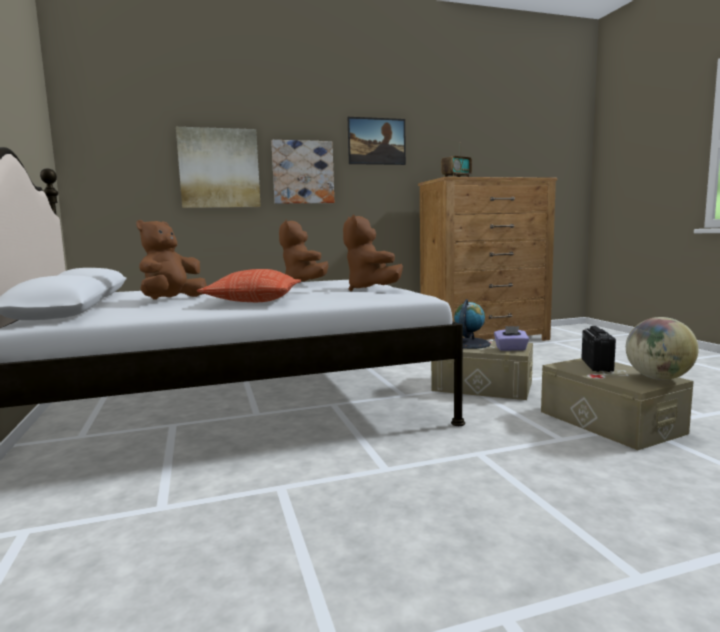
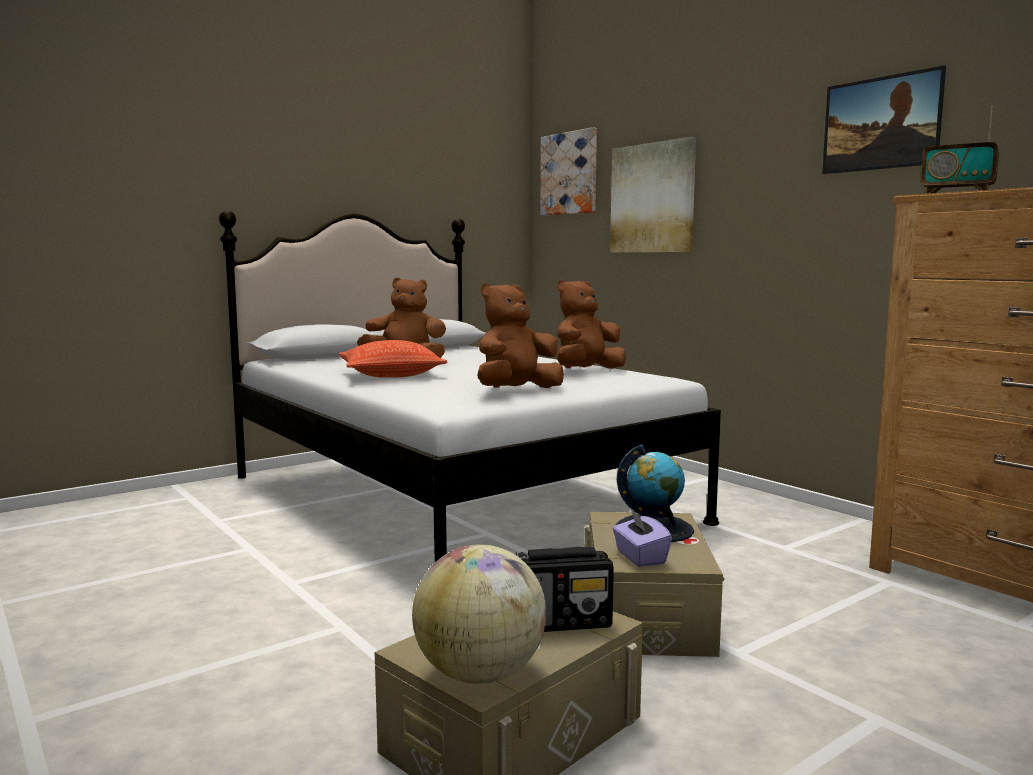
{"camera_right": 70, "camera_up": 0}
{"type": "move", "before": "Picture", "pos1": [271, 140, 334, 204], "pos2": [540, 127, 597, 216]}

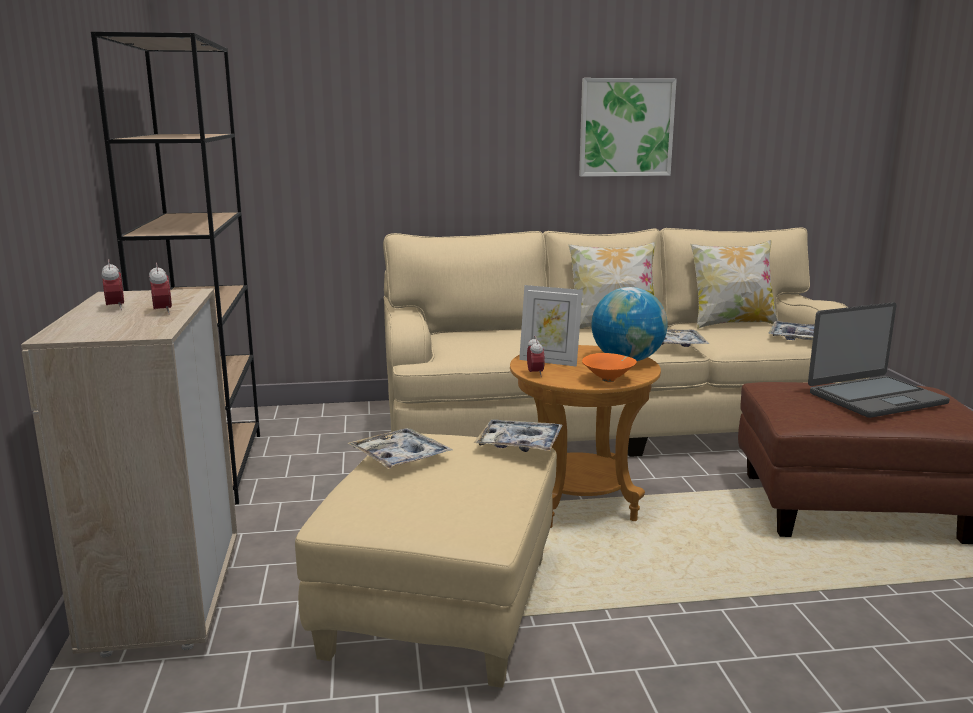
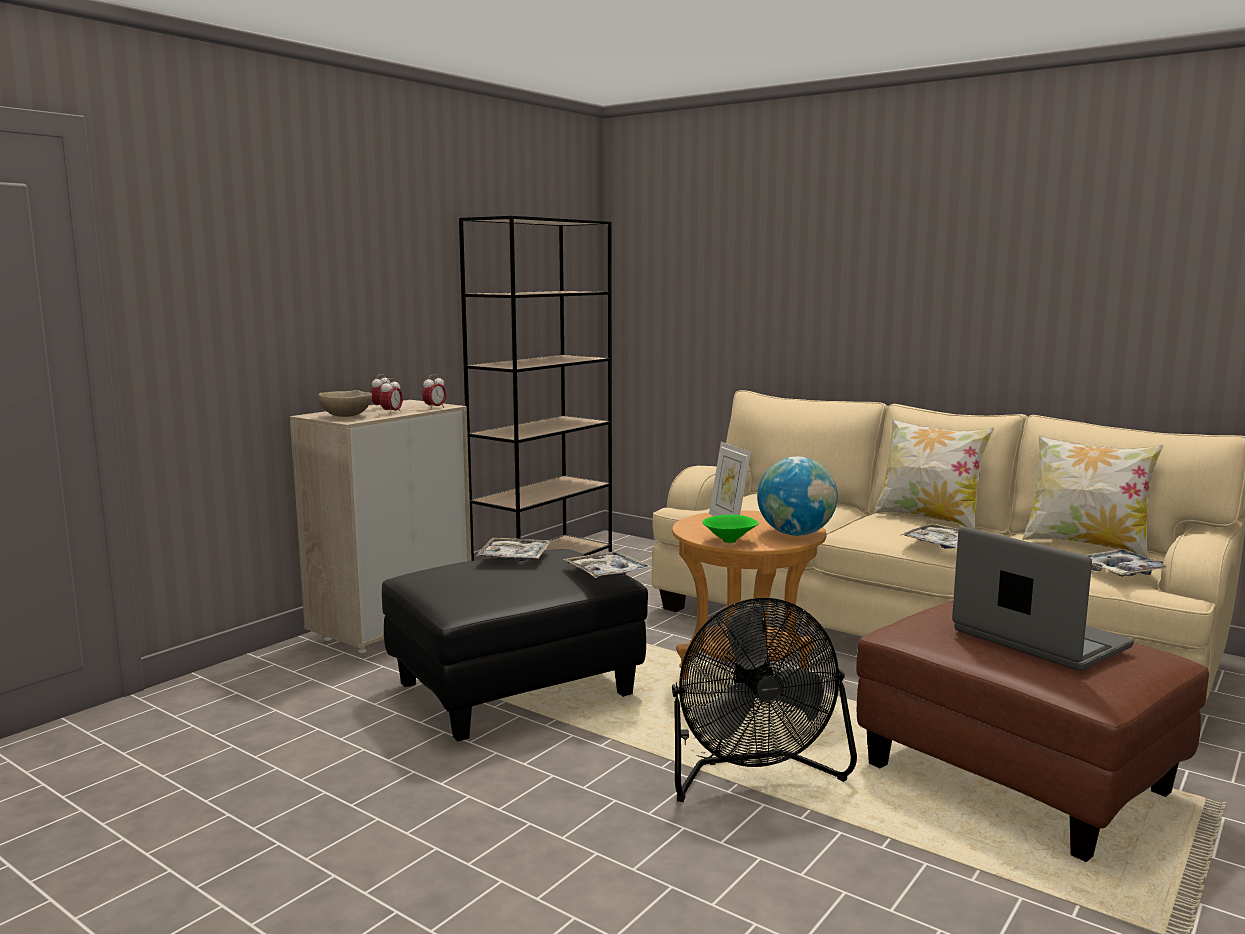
{"camera_right": 45, "camera_up": -5}
{"type": "delete", "before": "Picture", "pos1": [579, 78, 677, 177]}
{"type": "rotate", "before": "Laptop", "pos1": [808, 302, 950, 418], "pos2": [952, 527, 1134, 671], "turn": -150}
{"type": "move", "before": "AlarmClock", "pos1": [527, 336, 545, 377], "pos2": [422, 374, 446, 410]}
{"type": "recolor", "before": "OrangeBowl", "after": "GreenBowl", "pos1": [582, 353, 636, 382], "pos2": [703, 515, 759, 543]}
{"type": "recolor", "before": "BeigeOttoman", "after": "BlackOttoman", "pos1": [295, 433, 557, 688], "pos2": [382, 549, 648, 742]}
{"type": "insert", "after": "BeigeBowl", "pos2": [318, 390, 372, 417]}
{"type": "insert", "after": "BlackFan", "pos2": [672, 598, 857, 802]}

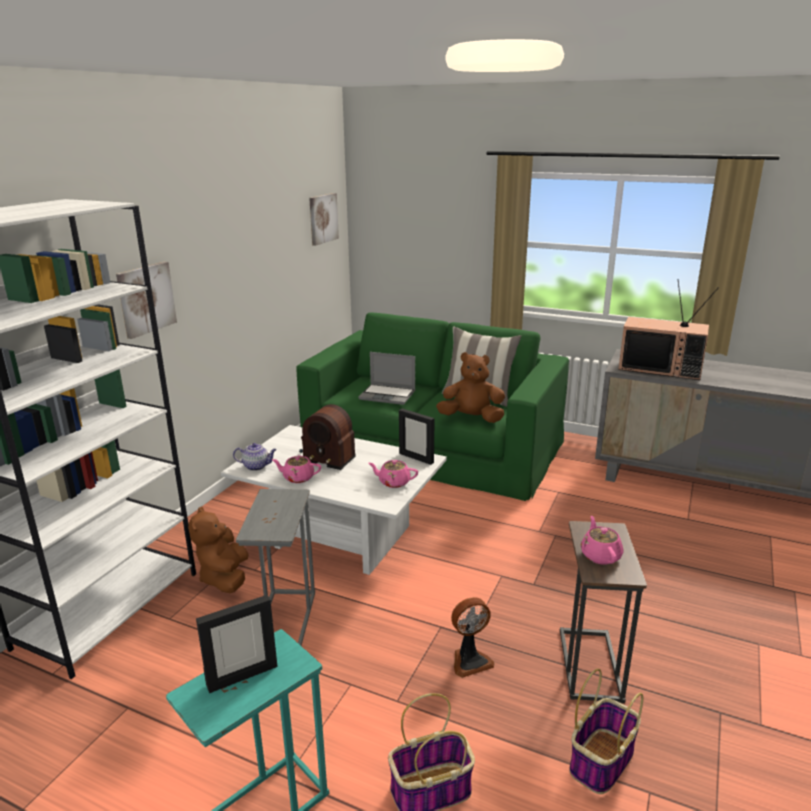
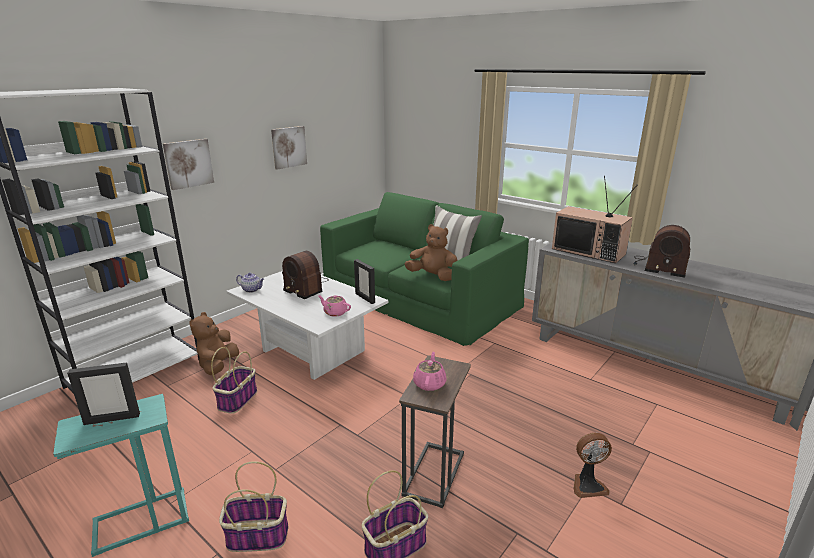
{"camera_right": 15, "camera_up": 0}
{"type": "move", "before": "Picture", "pos1": [309, 193, 339, 246], "pos2": [271, 126, 307, 170]}
{"type": "delete", "before": "Laptop", "pos1": [358, 352, 415, 405]}
{"type": "delete", "before": "PinkTeapot", "pos1": [272, 455, 321, 483]}
{"type": "replace", "before": "GreySideTable", "after": "Basket", "pos1": [236, 489, 315, 646], "pos2": [211, 347, 257, 414]}
{"type": "move", "before": "Fan", "pos1": [451, 597, 494, 678], "pos2": [574, 433, 612, 498]}
{"type": "insert", "after": "Radio", "pos2": [634, 225, 690, 278]}

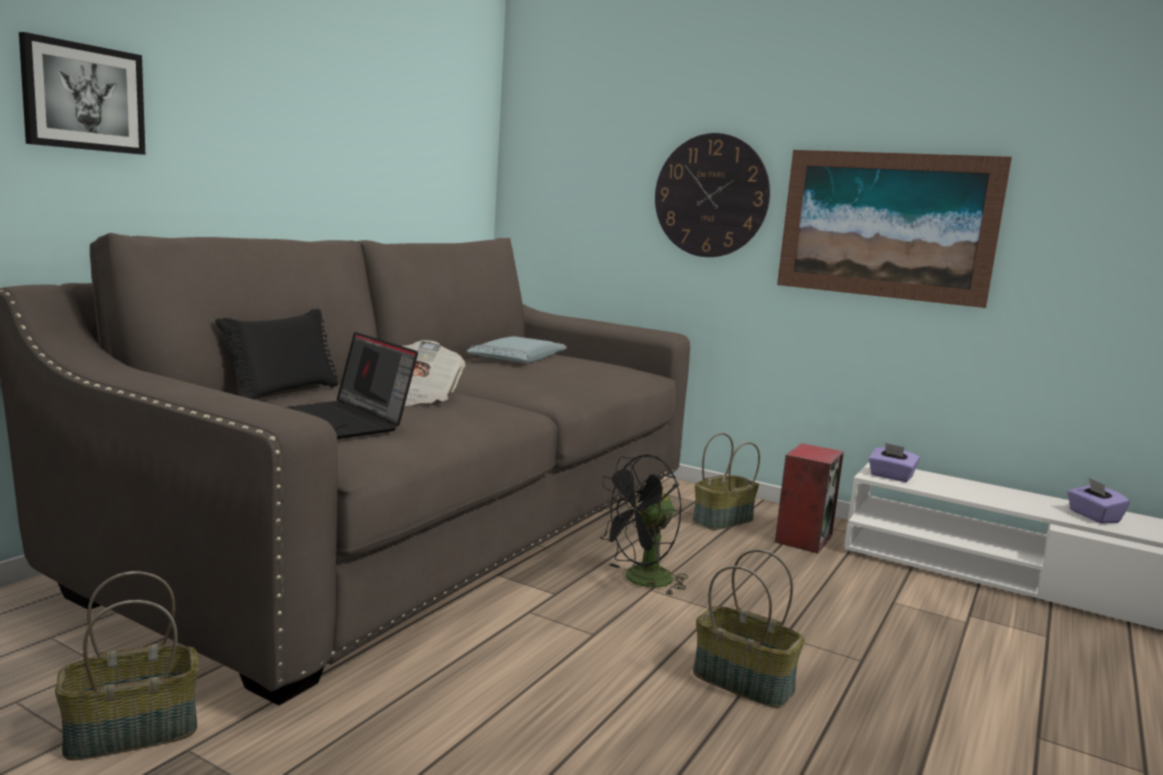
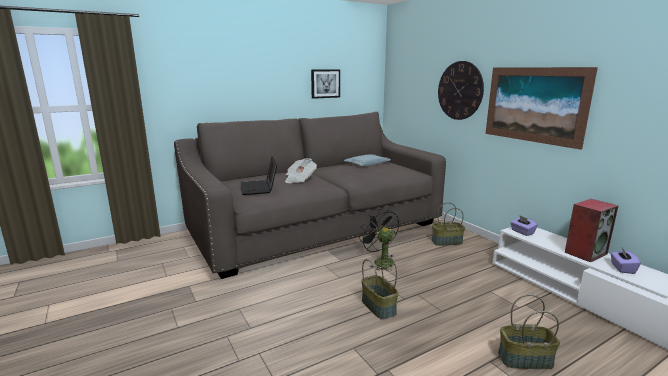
{"camera_right": 30, "camera_up": 5}
{"type": "move", "before": "Picture", "pos1": [19, 32, 145, 155], "pos2": [311, 70, 340, 99]}
{"type": "delete", "before": "BlackPillow", "pos1": [215, 309, 339, 400]}
{"type": "move", "before": "Speaker", "pos1": [775, 443, 844, 553], "pos2": [565, 199, 618, 263]}
{"type": "rotate", "before": "BlackFan", "pos1": [596, 455, 688, 595], "pos2": [359, 209, 399, 271], "turn": 60}
{"type": "move", "before": "Basket", "pos1": [55, 571, 199, 761], "pos2": [498, 294, 560, 369]}

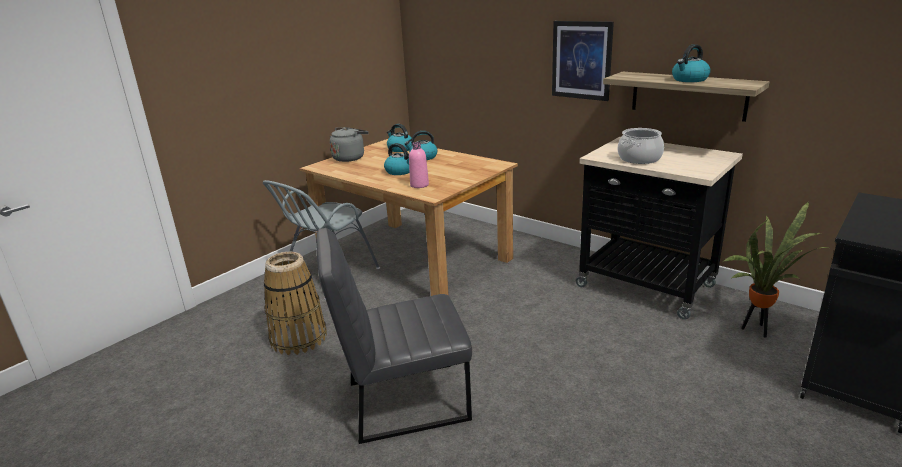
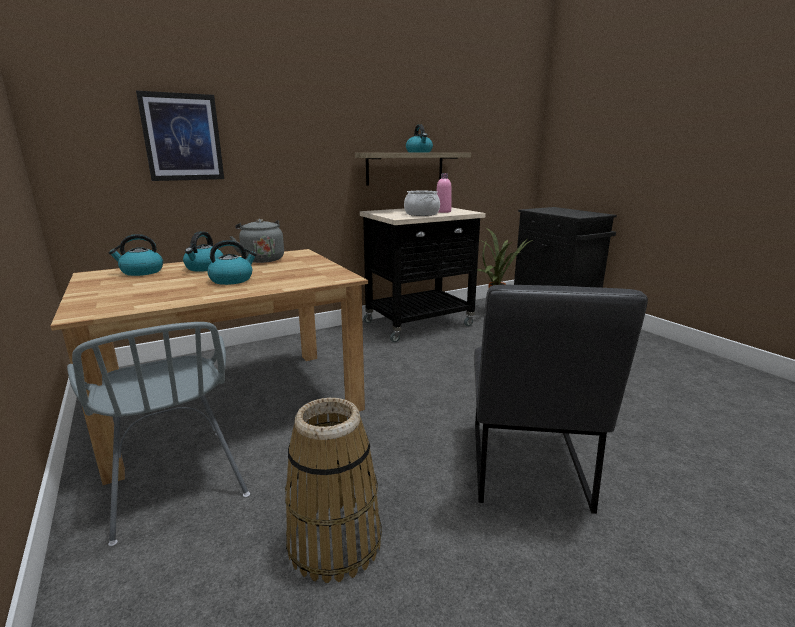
{"camera_right": -70, "camera_up": -5}
{"type": "move", "before": "Picture", "pos1": [552, 21, 614, 101], "pos2": [136, 91, 224, 181]}
{"type": "move", "before": "GreyKettle", "pos1": [330, 127, 369, 162], "pos2": [229, 219, 284, 263]}
{"type": "move", "before": "PinkBottle", "pos1": [409, 142, 429, 188], "pos2": [437, 173, 451, 213]}

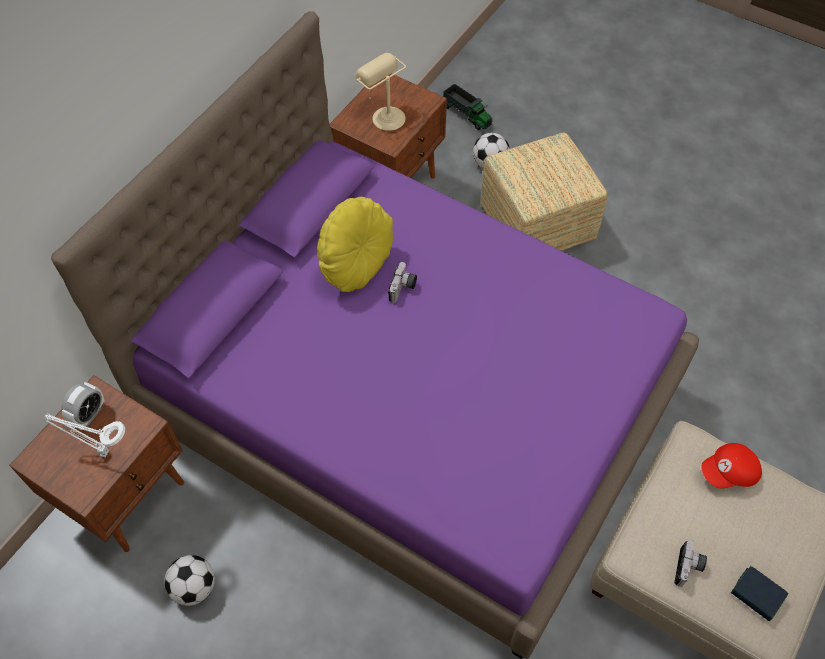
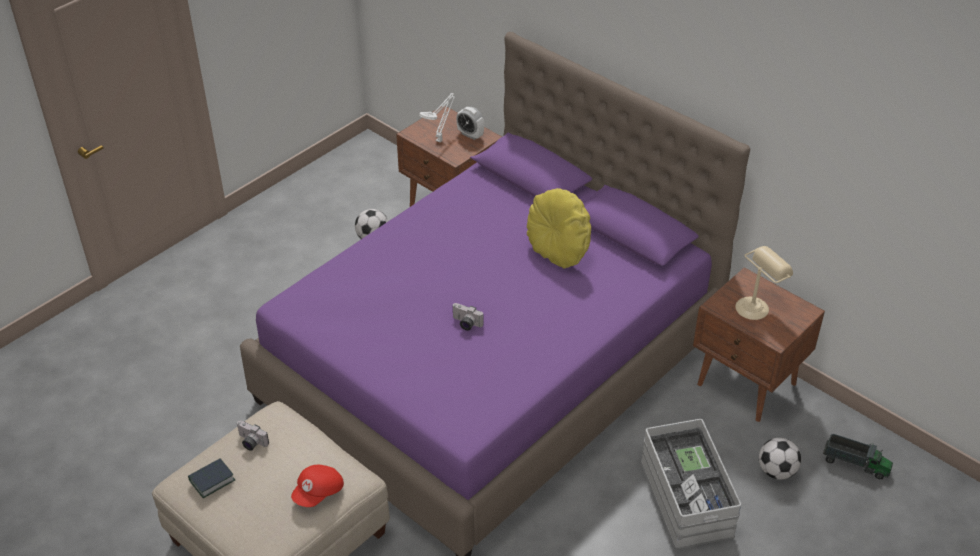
{"camera_right": 100, "camera_up": -15}
{"type": "rotate", "before": "ToyTruck", "pos1": [443, 84, 493, 130], "pos2": [823, 434, 893, 479], "turn": -120}
{"type": "replace", "before": "Ottoman", "after": "GreyStorageBox", "pos1": [480, 133, 607, 251], "pos2": [641, 419, 741, 549]}
{"type": "move", "before": "PhotoCamera", "pos1": [388, 262, 417, 303], "pos2": [453, 303, 484, 331]}
{"type": "rotate", "before": "RedCap", "pos1": [701, 443, 762, 488], "pos2": [291, 465, 344, 507], "turn": -135}

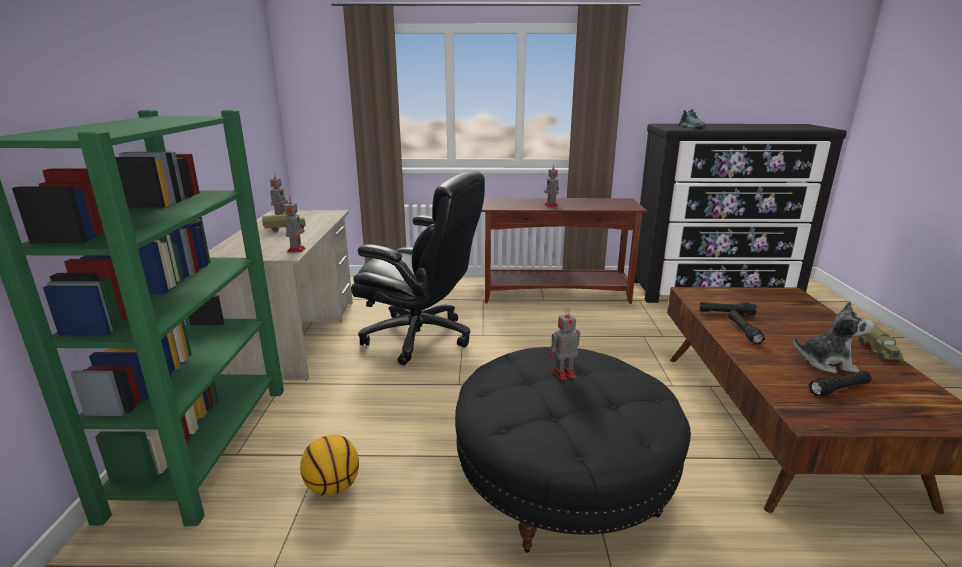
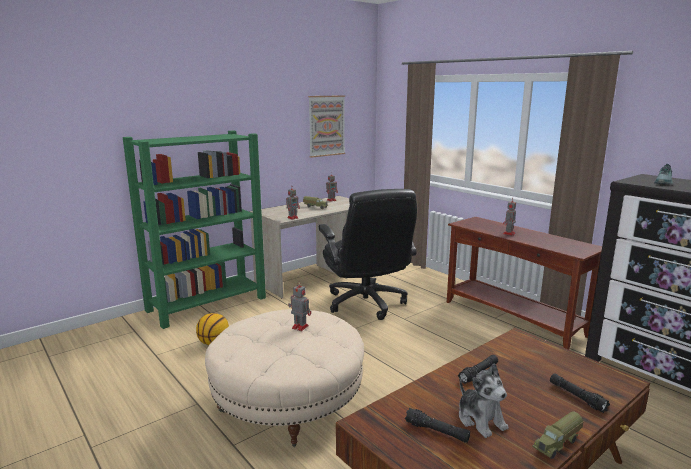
{"camera_right": 50, "camera_up": -5}
{"type": "move", "before": "BlackFlashlight", "pos1": [700, 302, 757, 316], "pos2": [550, 373, 610, 413]}
{"type": "recolor", "before": "BlackOttoman", "after": "BeigeOttoman", "pos1": [455, 347, 691, 553], "pos2": [205, 309, 364, 447]}
{"type": "insert", "after": "Picture", "pos2": [308, 95, 345, 158]}

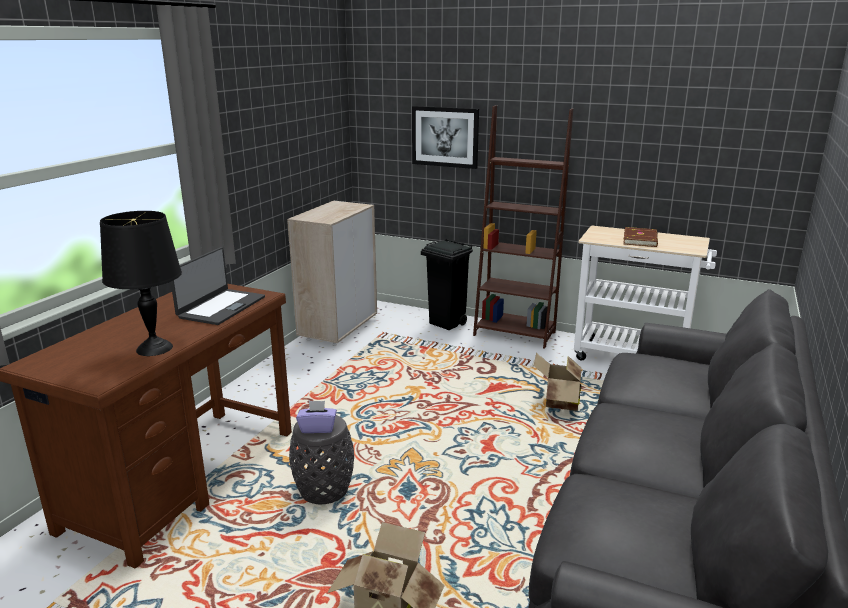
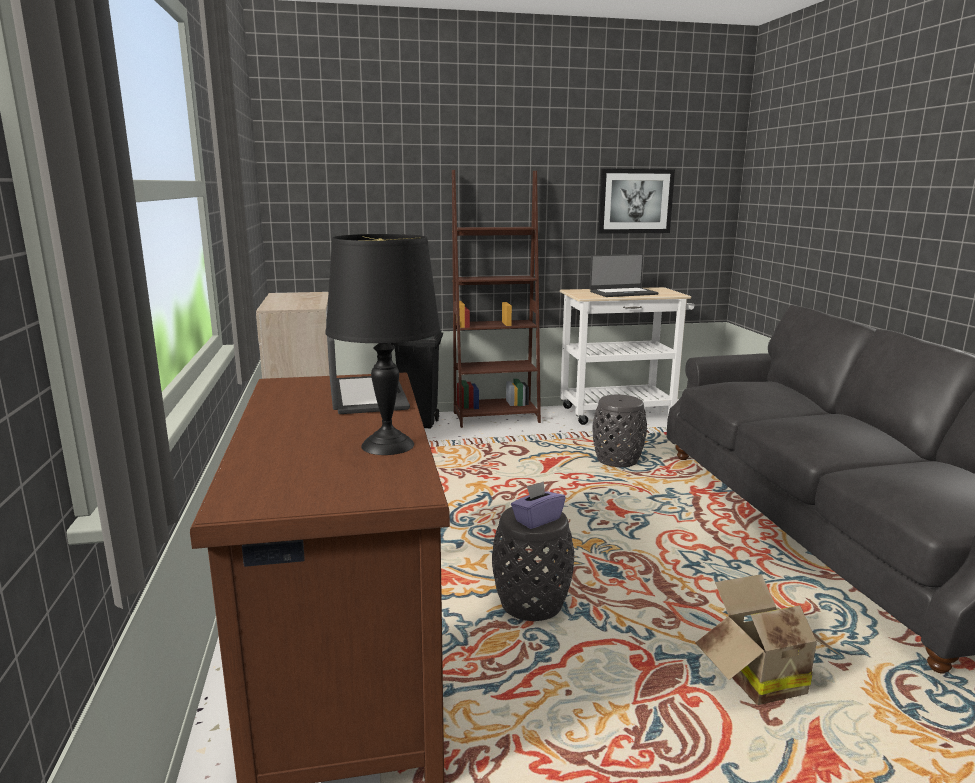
{"camera_right": -35, "camera_up": -5}
{"type": "move", "before": "Picture", "pos1": [412, 106, 479, 169], "pos2": [598, 169, 675, 234]}
{"type": "replace", "before": "BrownBook", "after": "Laptop", "pos1": [623, 227, 658, 247], "pos2": [589, 254, 658, 297]}
{"type": "replace", "before": "CardboardBox", "after": "GreyStool", "pos1": [534, 353, 582, 411], "pos2": [592, 395, 647, 467]}

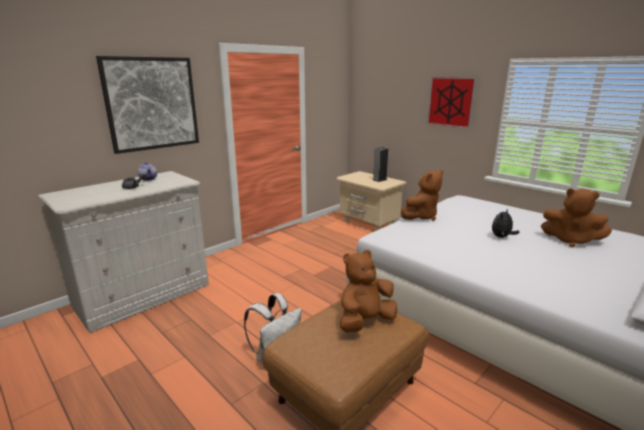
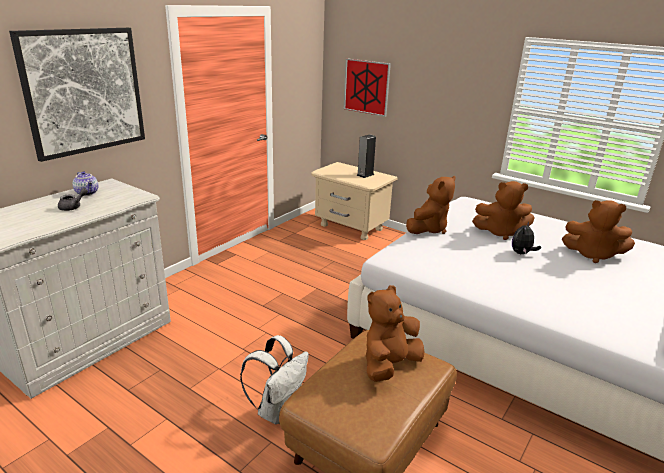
{"camera_right": -10, "camera_up": 5}
{"type": "move", "before": "Picture", "pos1": [427, 77, 477, 128], "pos2": [344, 58, 391, 117]}
{"type": "insert", "after": "BrownPlushToy", "pos2": [472, 181, 535, 240]}

